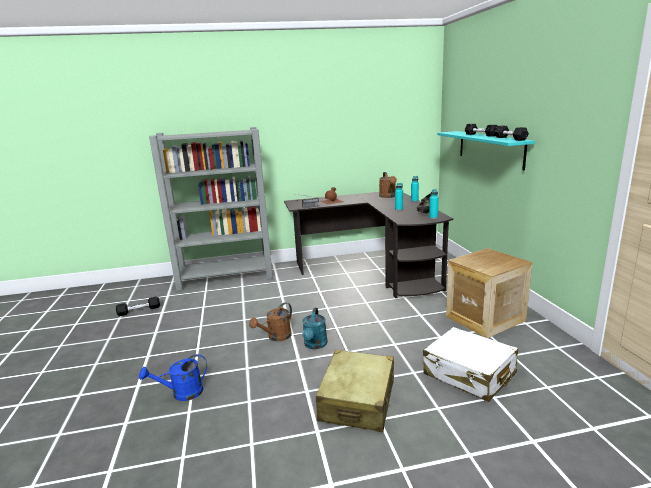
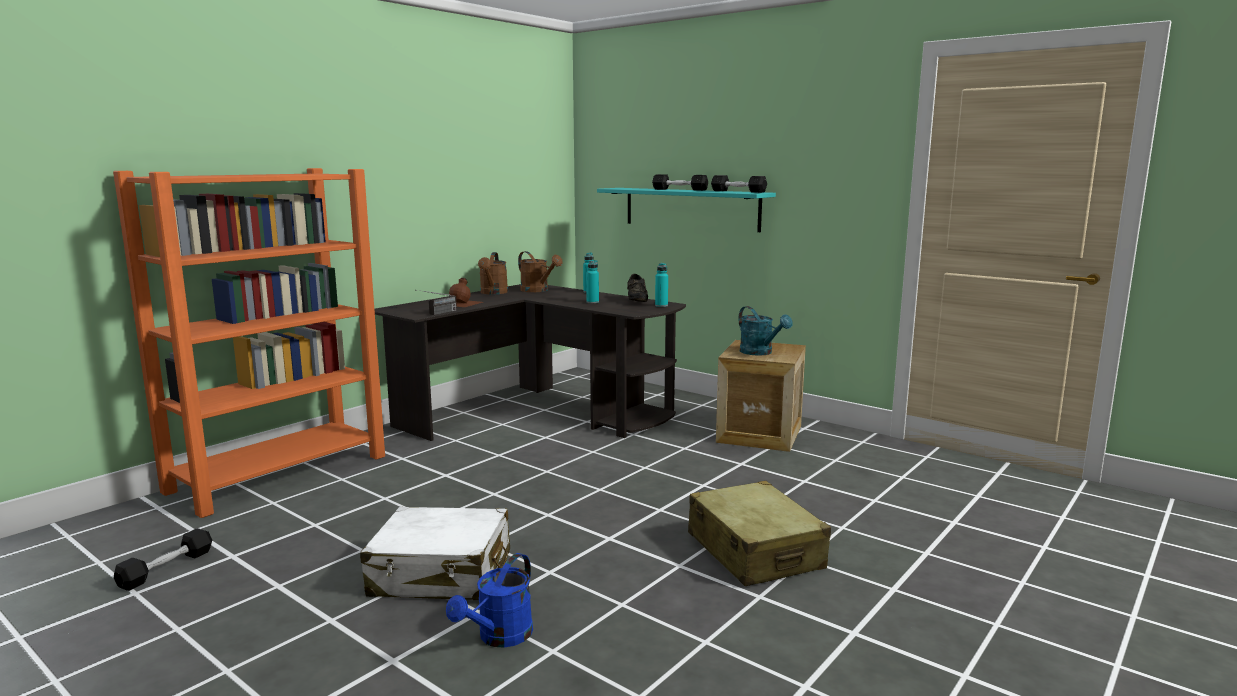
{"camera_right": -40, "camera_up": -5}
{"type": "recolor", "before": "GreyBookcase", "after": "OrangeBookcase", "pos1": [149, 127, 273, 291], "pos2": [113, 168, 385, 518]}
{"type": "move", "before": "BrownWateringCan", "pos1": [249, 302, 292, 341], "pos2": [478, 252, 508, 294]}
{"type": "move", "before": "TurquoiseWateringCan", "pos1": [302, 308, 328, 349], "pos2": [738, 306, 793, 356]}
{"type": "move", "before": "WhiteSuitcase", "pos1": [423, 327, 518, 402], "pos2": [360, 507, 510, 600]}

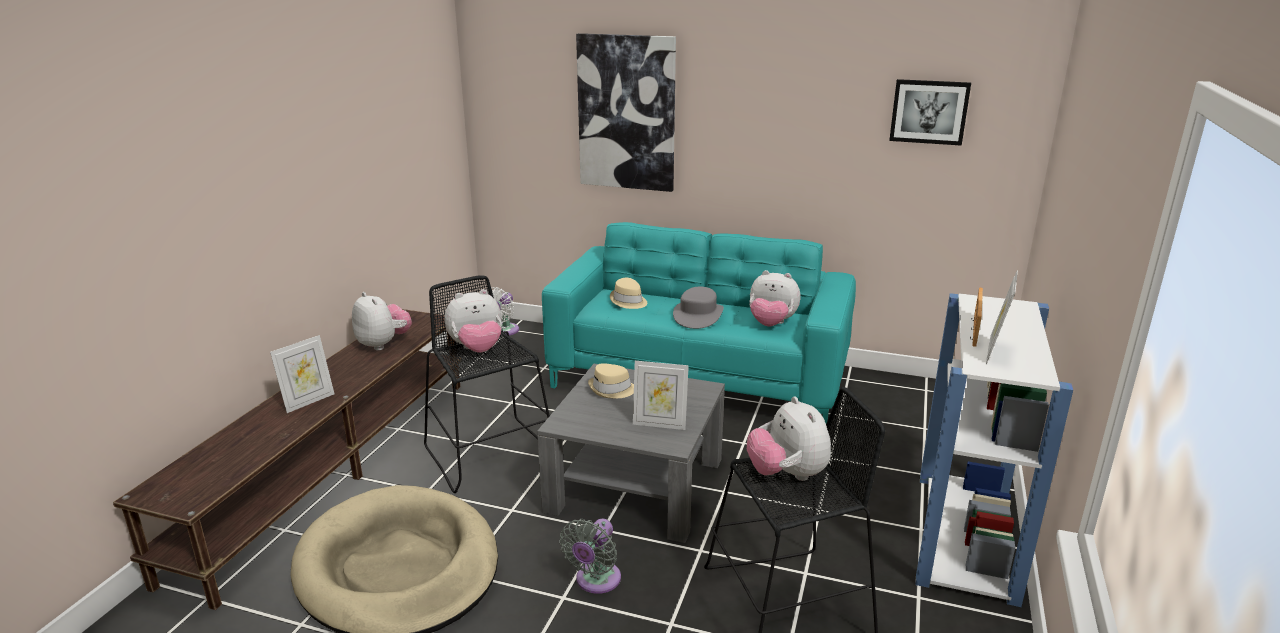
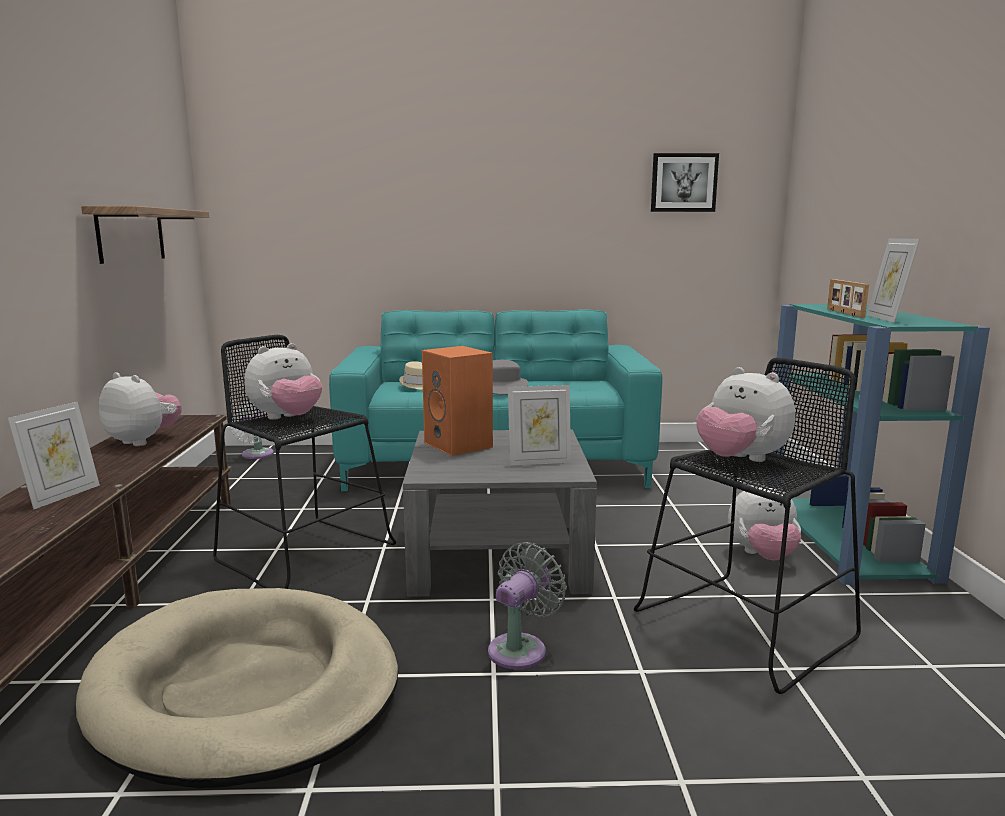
{"camera_right": -20, "camera_up": -10}
{"type": "delete", "before": "Picture", "pos1": [576, 33, 676, 192]}
{"type": "move", "before": "PlushToy", "pos1": [749, 270, 800, 326], "pos2": [728, 485, 801, 561]}
{"type": "recolor", "before": "WhiteBookcase", "after": "TurquoiseBookcase", "pos1": [915, 293, 1073, 607], "pos2": [765, 304, 990, 585]}
{"type": "replace", "before": "BeigeHat", "after": "OrangeSpeaker", "pos1": [588, 363, 634, 398], "pos2": [422, 346, 493, 456]}
{"type": "rotate", "before": "GreyFan", "pos1": [559, 519, 621, 594], "pos2": [488, 542, 567, 669], "turn": -150}
{"type": "insert", "after": "Shelf", "pos2": [81, 206, 209, 264]}

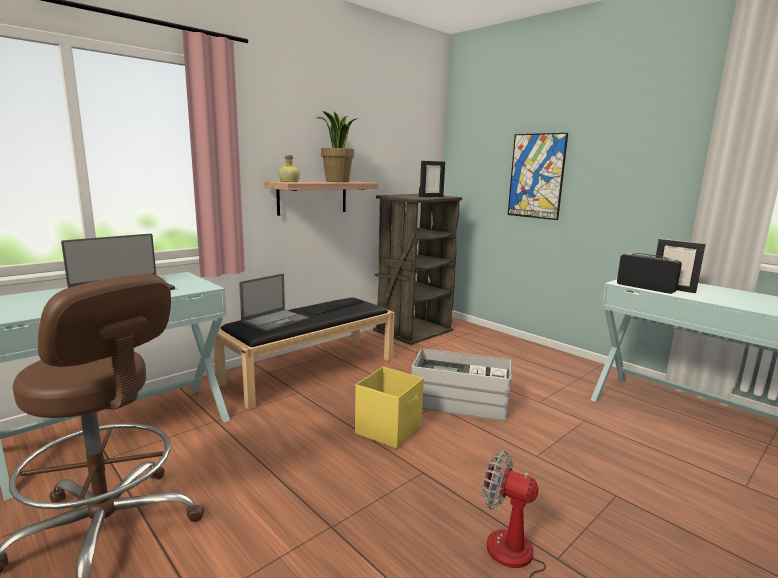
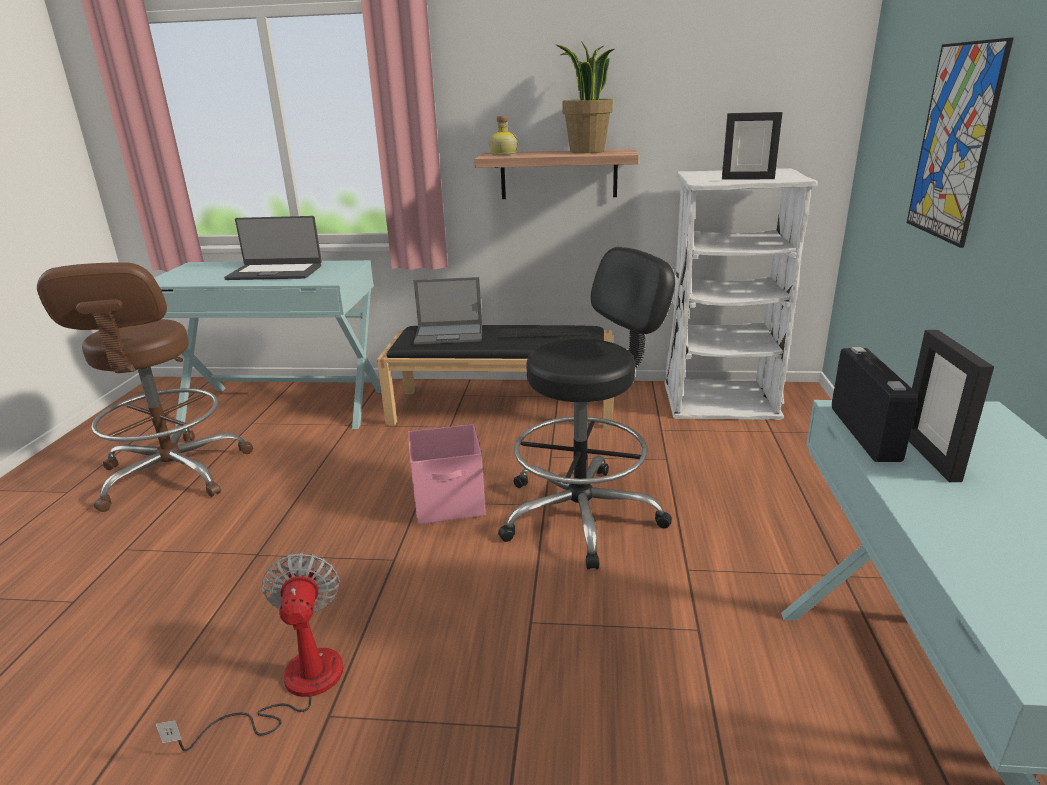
{"camera_right": 50, "camera_up": 10}
{"type": "recolor", "before": "BrownBookcase", "after": "WhiteBookcase", "pos1": [373, 194, 463, 345], "pos2": [665, 168, 817, 420]}
{"type": "replace", "before": "GreyStorageBox", "after": "BlackStool", "pos1": [412, 348, 512, 422], "pos2": [498, 247, 675, 569]}
{"type": "recolor", "before": "YellowStorageBox", "after": "PinkStorageBox", "pos1": [355, 367, 424, 449], "pos2": [408, 424, 486, 525]}

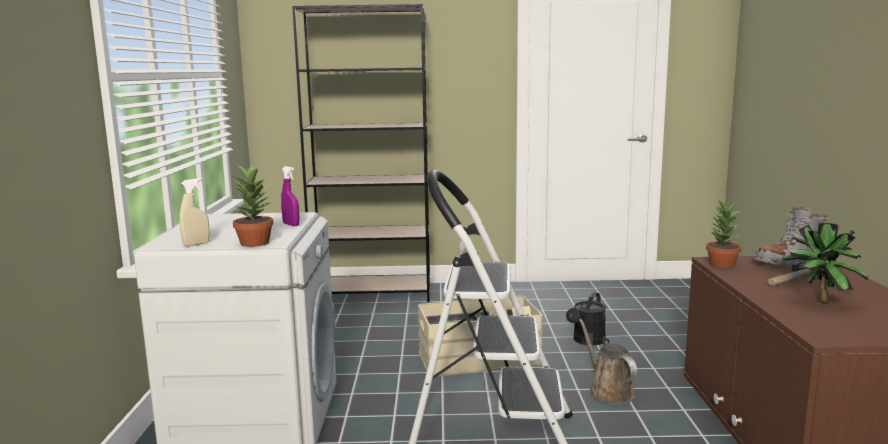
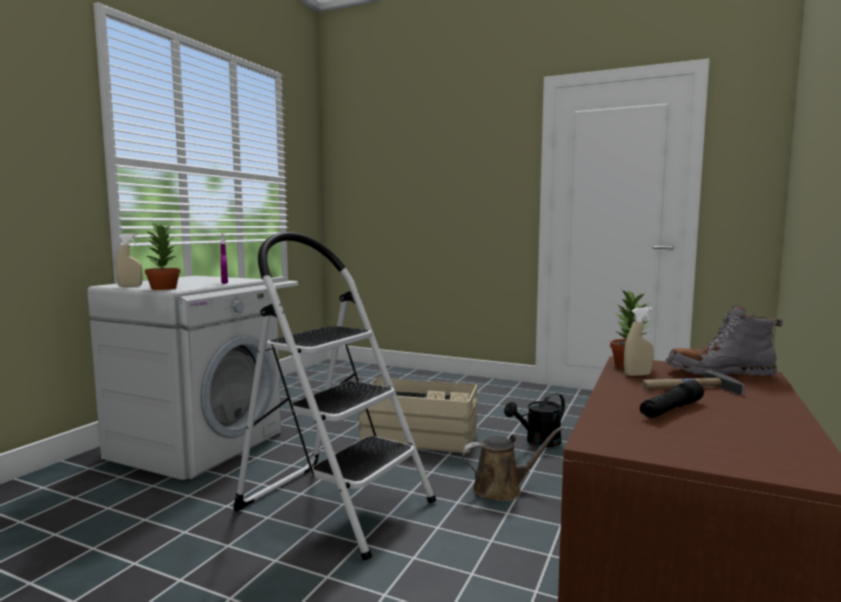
{"camera_right": 25, "camera_up": -5}
{"type": "delete", "before": "BeigeBookcase", "pos1": [292, 4, 430, 302]}
{"type": "replace", "before": "PottedPlant", "after": "BlackFlashlight", "pos1": [782, 223, 868, 303], "pos2": [640, 380, 704, 418]}
{"type": "rotate", "before": "BrownWateringCan", "pos1": [579, 319, 637, 404], "pos2": [462, 427, 563, 501], "turn": 75}
{"type": "insert", "after": "BeigeSprayBottle", "pos2": [624, 307, 654, 376]}

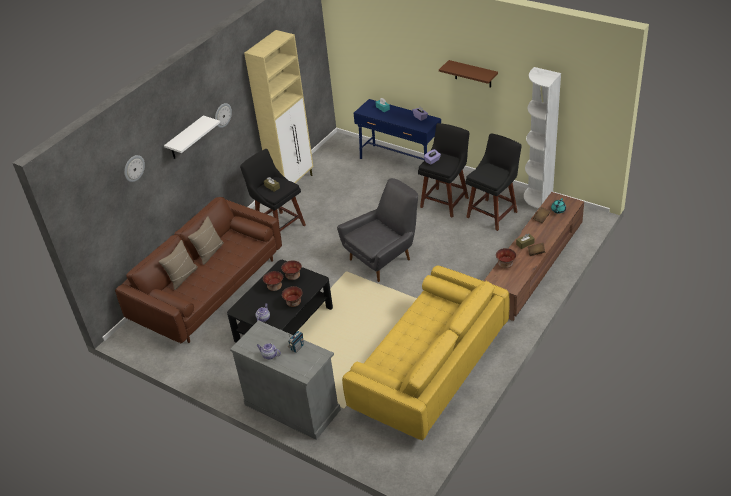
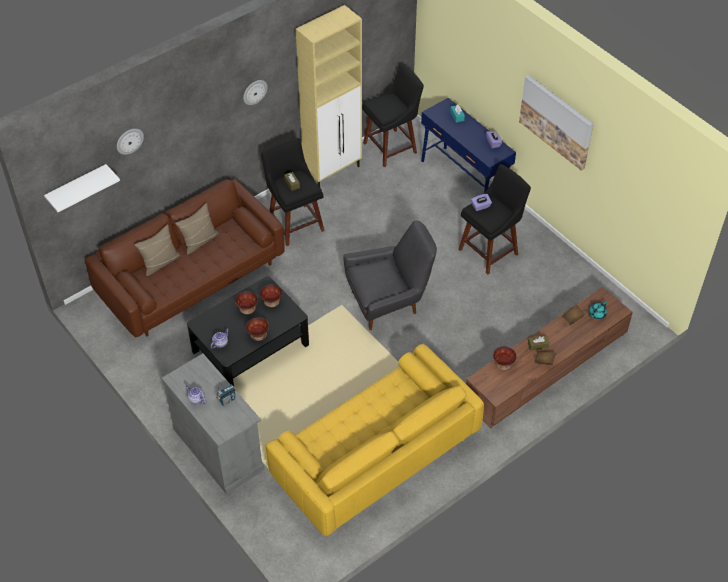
{"camera_right": 15, "camera_up": 10}
{"type": "replace", "before": "BrownShelf", "after": "Picture", "pos1": [439, 60, 498, 88], "pos2": [519, 75, 593, 171]}
{"type": "delete", "before": "WhiteBookcase", "pos1": [524, 67, 561, 209]}
{"type": "move", "before": "WhiteShelf", "pos1": [164, 116, 220, 159], "pos2": [44, 164, 120, 212]}
{"type": "move", "before": "BlackStool", "pos1": [466, 133, 522, 231], "pos2": [362, 64, 424, 167]}

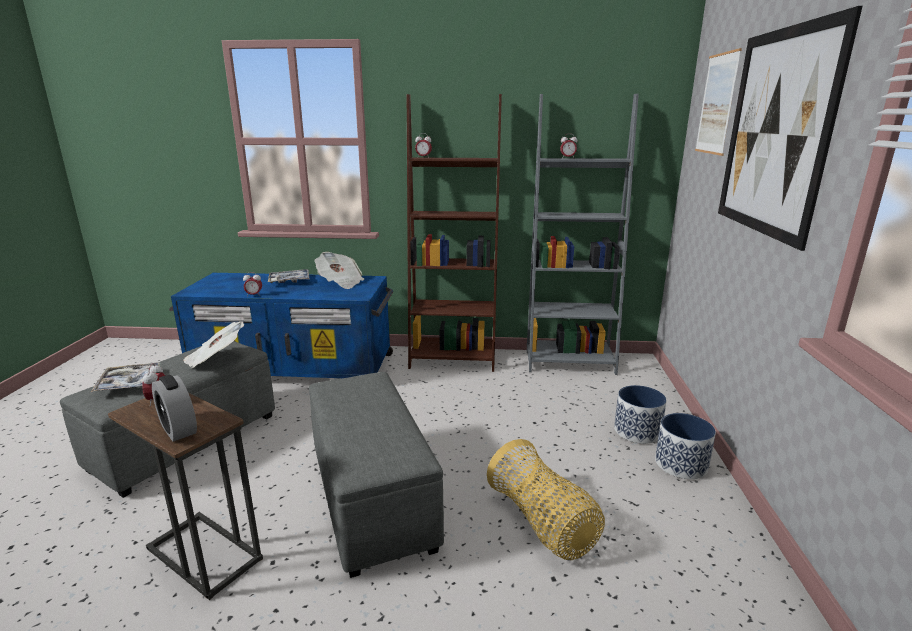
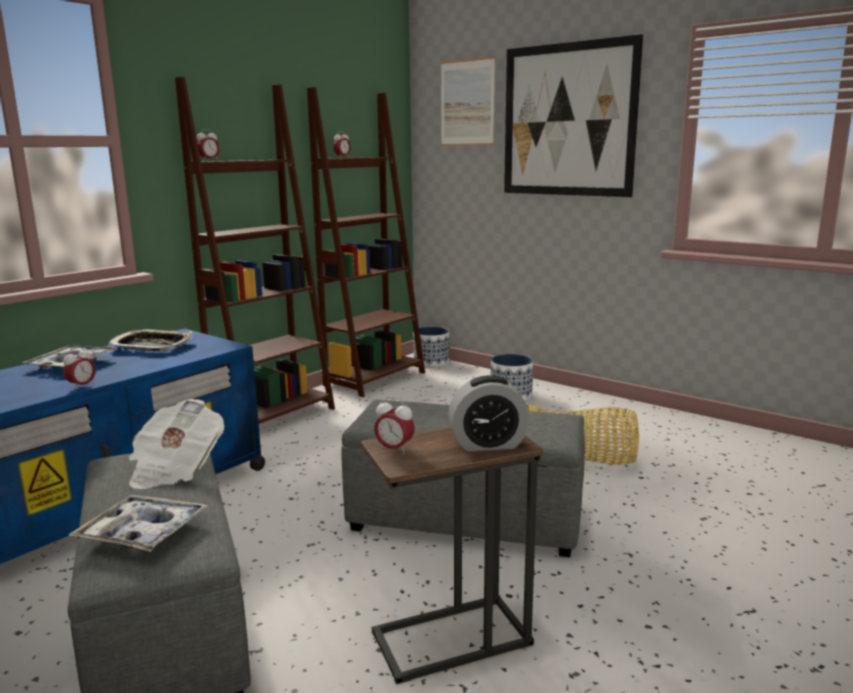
{"camera_right": -55, "camera_up": -5}
{"type": "recolor", "before": "GreyBookcase", "after": "BrownBookcase", "pos1": [527, 94, 639, 375], "pos2": [307, 87, 425, 397]}
{"type": "replace", "before": "Newspaper", "after": "Tray", "pos1": [314, 252, 364, 289], "pos2": [108, 329, 193, 351]}
{"type": "move", "before": "Planter", "pos1": [655, 413, 716, 479], "pos2": [413, 327, 450, 367]}

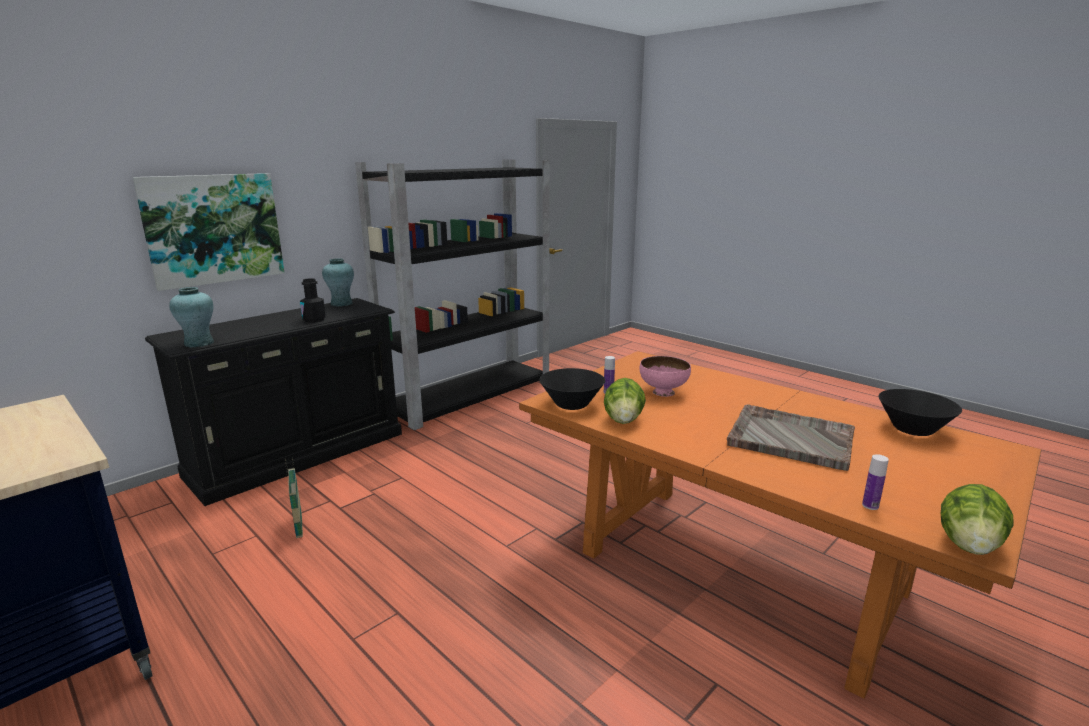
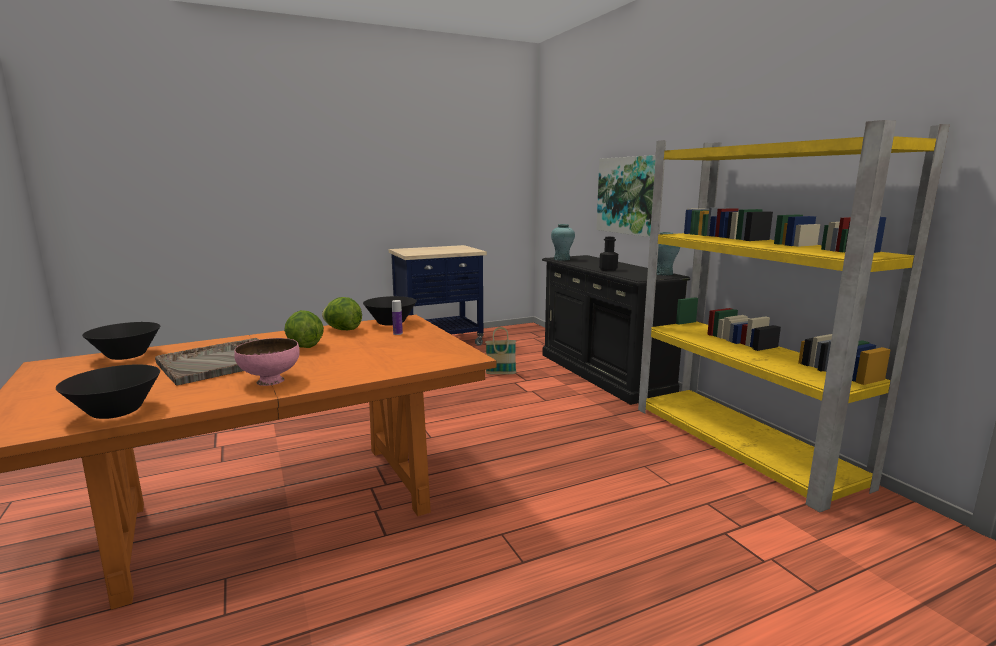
{"camera_right": 110, "camera_up": -5}
{"type": "recolor", "before": "BlackBookcase", "after": "YellowBookcase", "pos1": [355, 160, 550, 430], "pos2": [638, 120, 950, 512]}
{"type": "move", "before": "PinkBowl", "pos1": [639, 356, 691, 397], "pos2": [234, 338, 300, 386]}
{"type": "replace", "before": "Bottle", "after": "BlackBowl", "pos1": [862, 454, 889, 510], "pos2": [82, 322, 160, 360]}
{"type": "move", "before": "Lettuce", "pos1": [941, 484, 1014, 555], "pos2": [284, 310, 324, 348]}

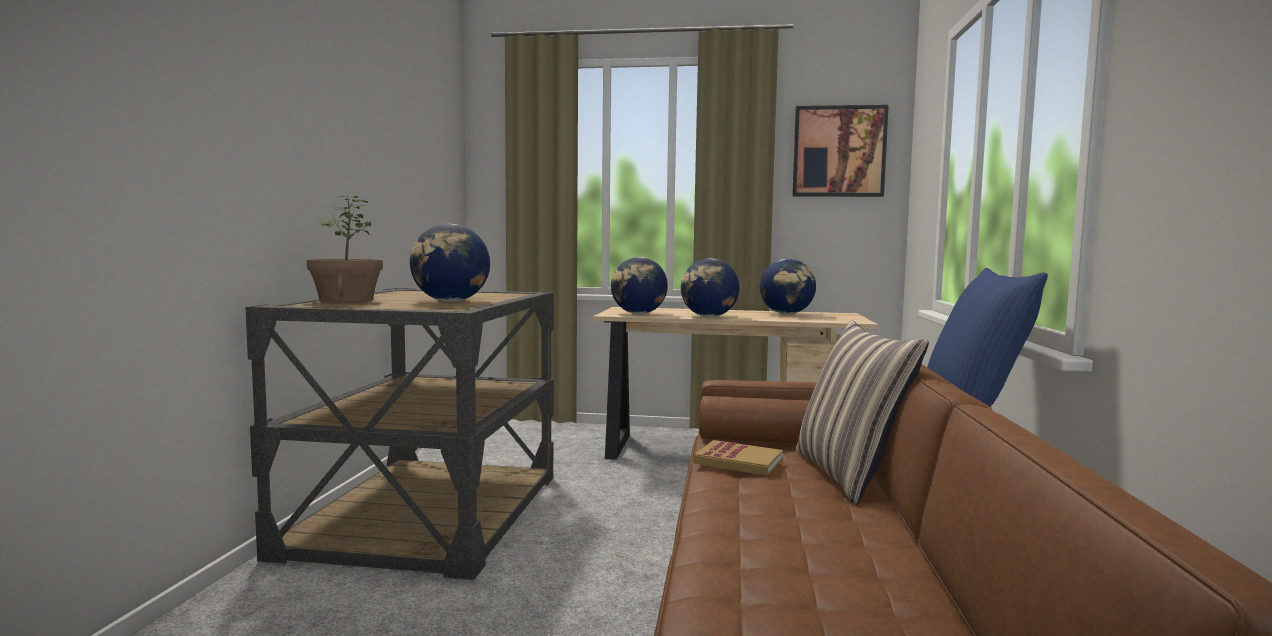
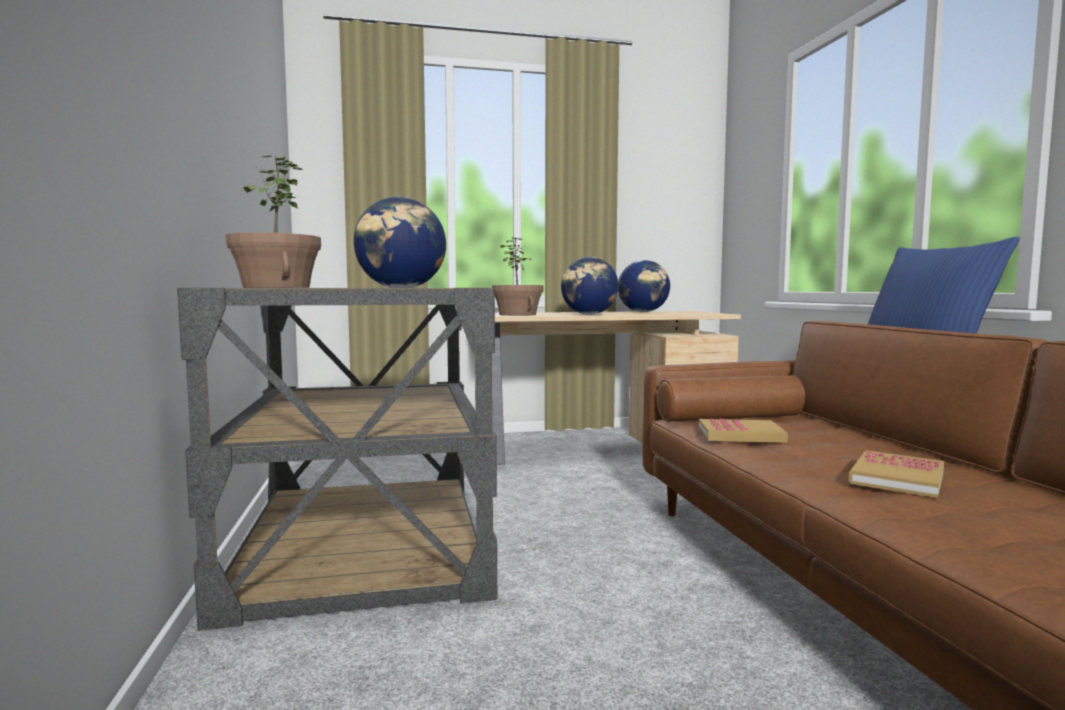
{"camera_right": -20, "camera_up": 0}
{"type": "delete", "before": "Picture", "pos1": [792, 105, 889, 197]}
{"type": "replace", "before": "Globe", "after": "PottedPlant", "pos1": [611, 257, 668, 314], "pos2": [492, 237, 543, 316]}
{"type": "delete", "before": "Pillow", "pos1": [796, 320, 929, 505]}
{"type": "insert", "after": "Book", "pos2": [849, 450, 944, 498]}

